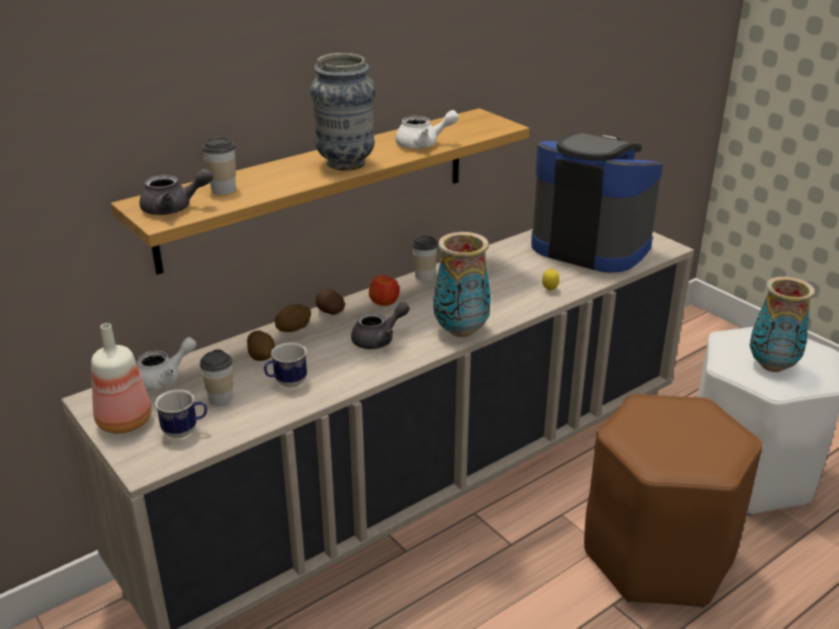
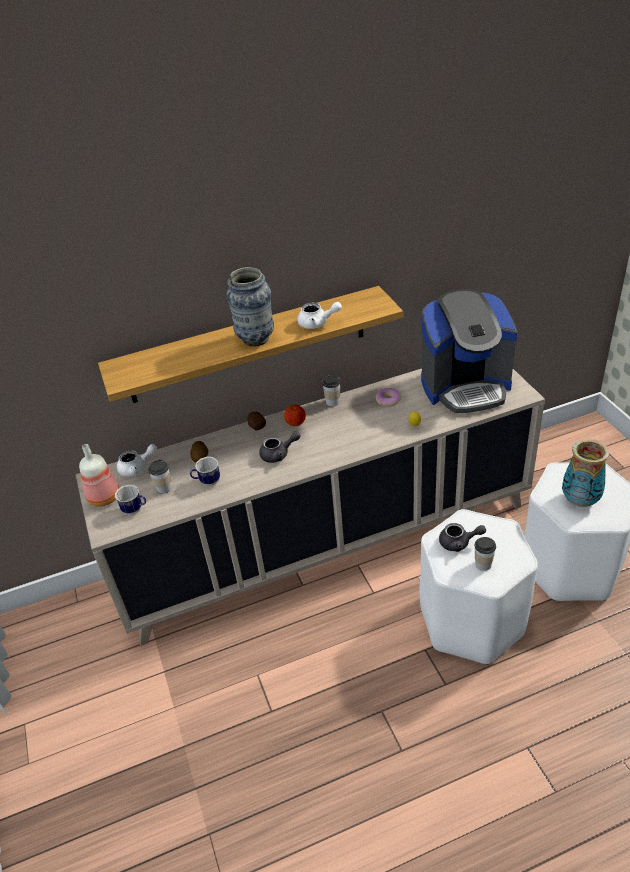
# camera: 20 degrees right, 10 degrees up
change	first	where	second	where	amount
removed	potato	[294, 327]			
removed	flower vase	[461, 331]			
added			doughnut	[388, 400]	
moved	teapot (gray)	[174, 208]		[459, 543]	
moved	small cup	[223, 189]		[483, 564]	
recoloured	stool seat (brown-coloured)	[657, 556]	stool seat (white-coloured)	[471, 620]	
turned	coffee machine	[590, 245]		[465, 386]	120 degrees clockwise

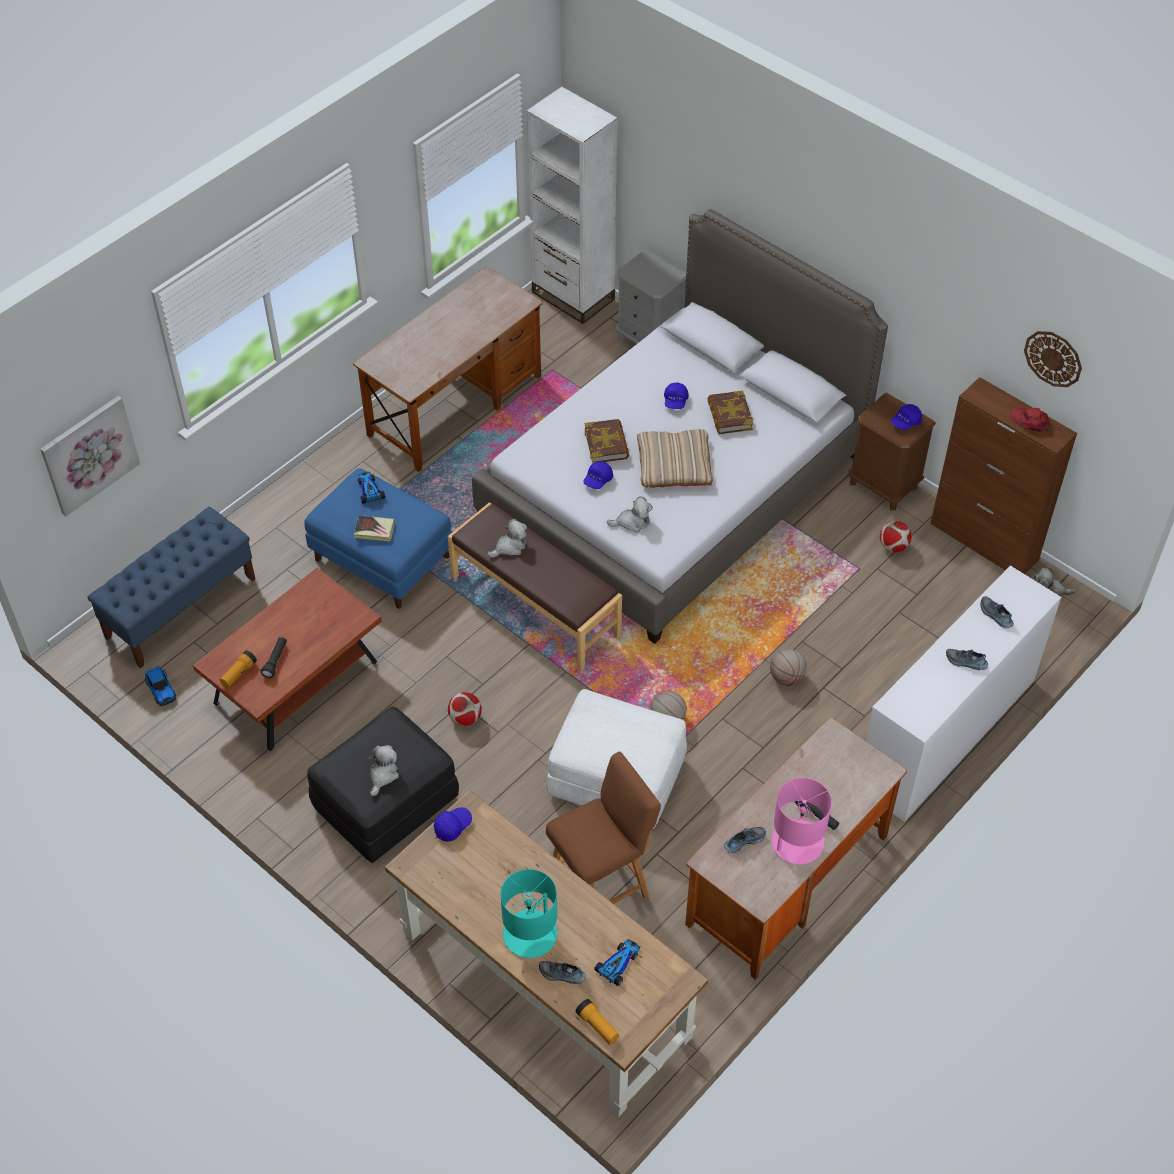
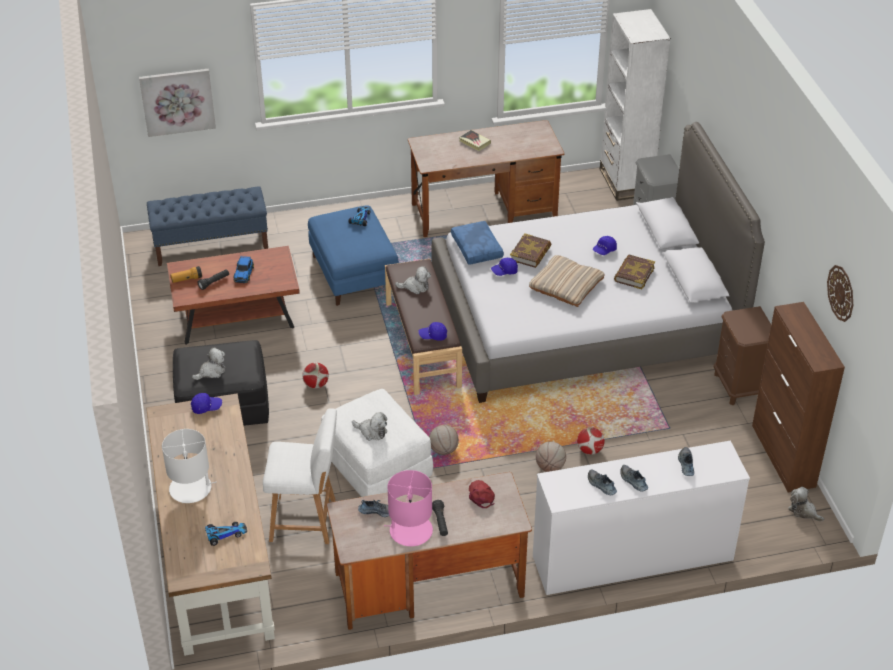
# camera: 35 degrees right, 10 degrees down
change	first	where	second	where	amount
removed	flashlight	[597, 1026]			
added			throw pillow (bluish)	[477, 248]	
moved	model car	[161, 689]		[244, 273]	
moved	bound book	[374, 530]		[474, 142]	
moved	low shoe	[561, 975]		[601, 485]	
moved	plush toy	[632, 522]		[371, 431]	
moved	football	[893, 546]		[589, 450]	
moved	peaked cap (bluish)	[905, 422]		[433, 336]	
moved	peaked cap (red)	[1030, 421]		[481, 495]	
recoloured	tabletop lamp (blue-green)	[530, 933]	tabletop lamp (white-coloured)	[191, 488]	
recoloured	stool seat (brown-coloured)	[602, 884]	stool seat (white-coloured)	[307, 520]	

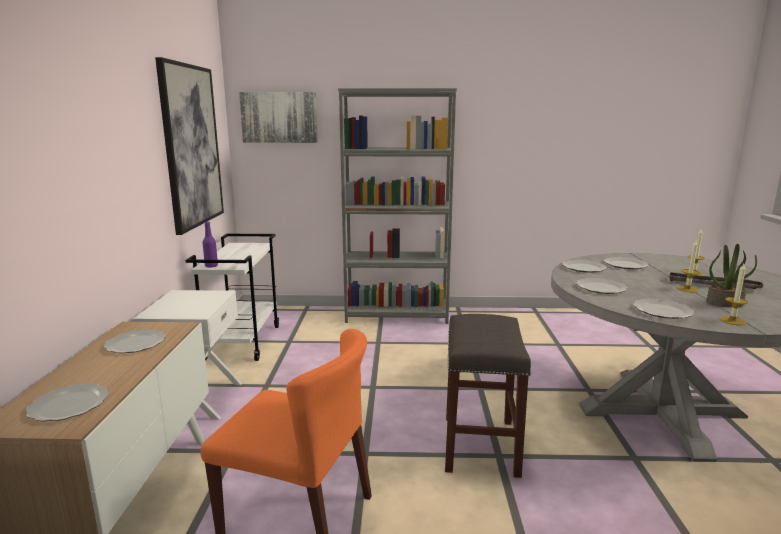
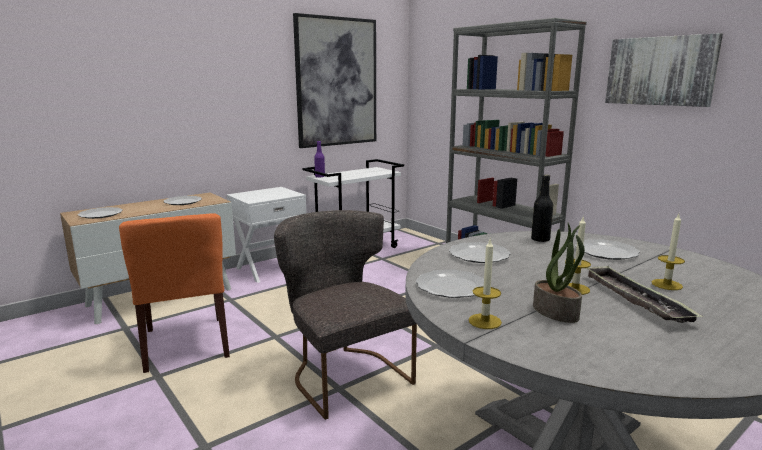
# camera: 50 degrees right, 0 degrees up
change	first	where	second	where	amount
moved	wall picture	[279, 117]		[660, 71]	
replaced	stool seat (gray)	[479, 444]	plain chair (gray)	[344, 374]	
replaced	dinner plate	[583, 268]	bottle (black-coloured)	[540, 239]	

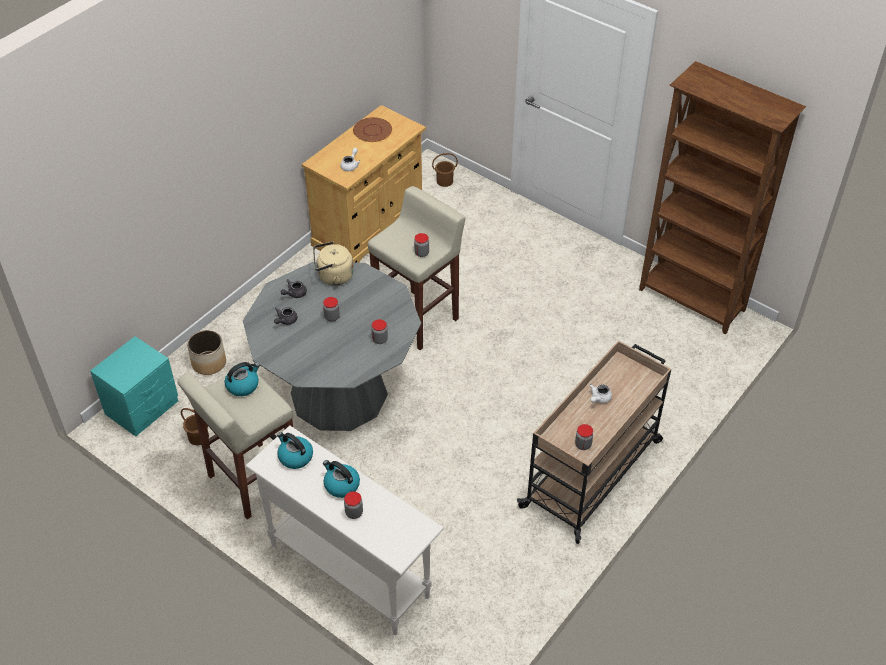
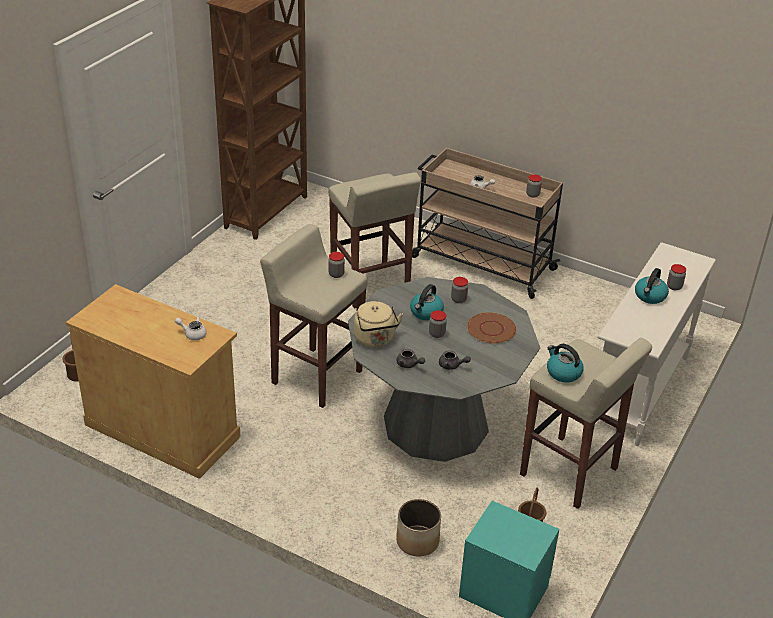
# camera: 100 degrees left, 10 degrees down
change	first	where	second	where	amount
added			stool seat (beige-coloured)	[370, 286]	
moved	water kettle	[295, 457]		[426, 313]	
moved	dinner plate (brown-coloured)	[372, 131]		[491, 329]	

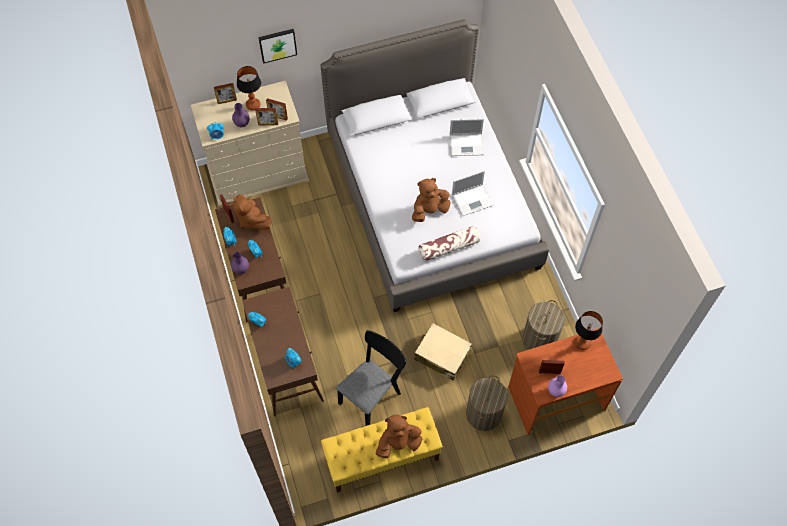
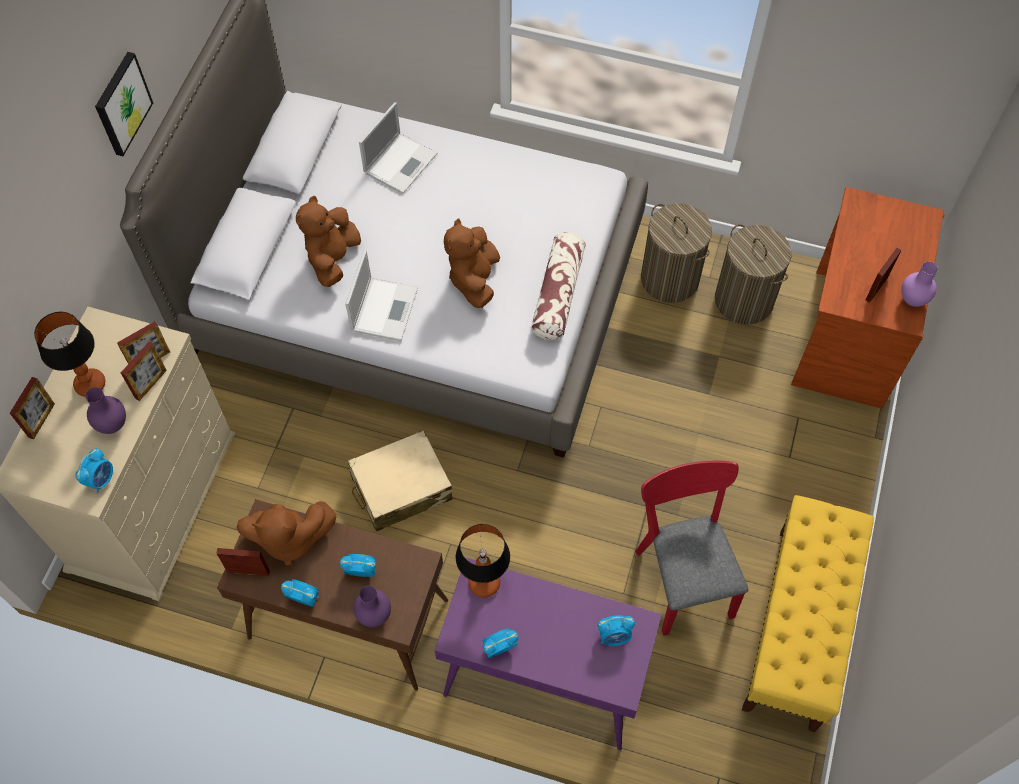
# camera: 55 degrees left, 0 degrees up
change	first	where	second	where	amount
moved	wall picture	[277, 44]		[121, 103]	
moved	plush toy (brown-coloured)	[398, 443]		[333, 258]	
moved	piece of luggage (beige-coloured)	[442, 355]		[401, 487]	
moved	portable computer	[473, 200]		[384, 308]	
moved	hamper	[484, 414]		[670, 278]	
moved	tabletop lamp	[582, 343]		[483, 583]	
recoloured	narrow table (brown-coloured)	[286, 366]	narrow table (purple)	[543, 676]	
recoloured	plain chair (black-coloured)	[372, 394]	plain chair (red)	[682, 575]	

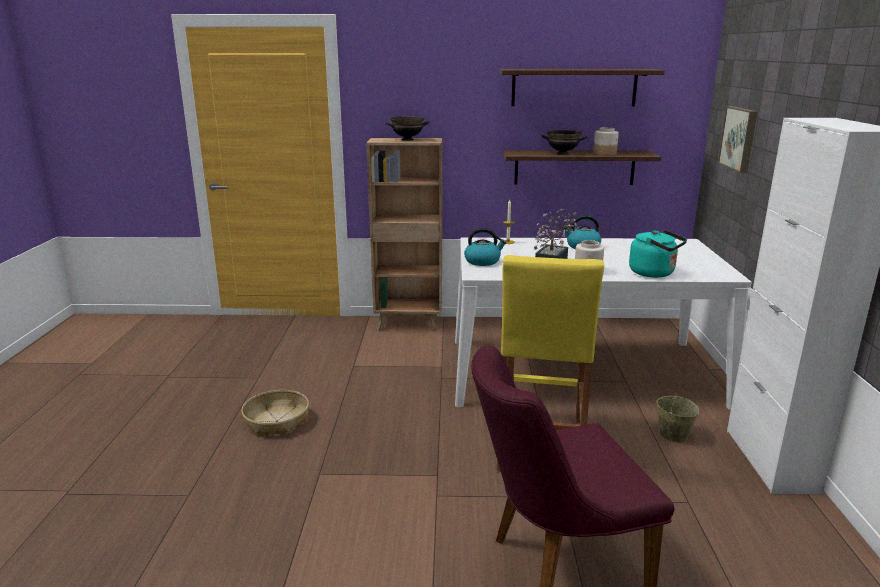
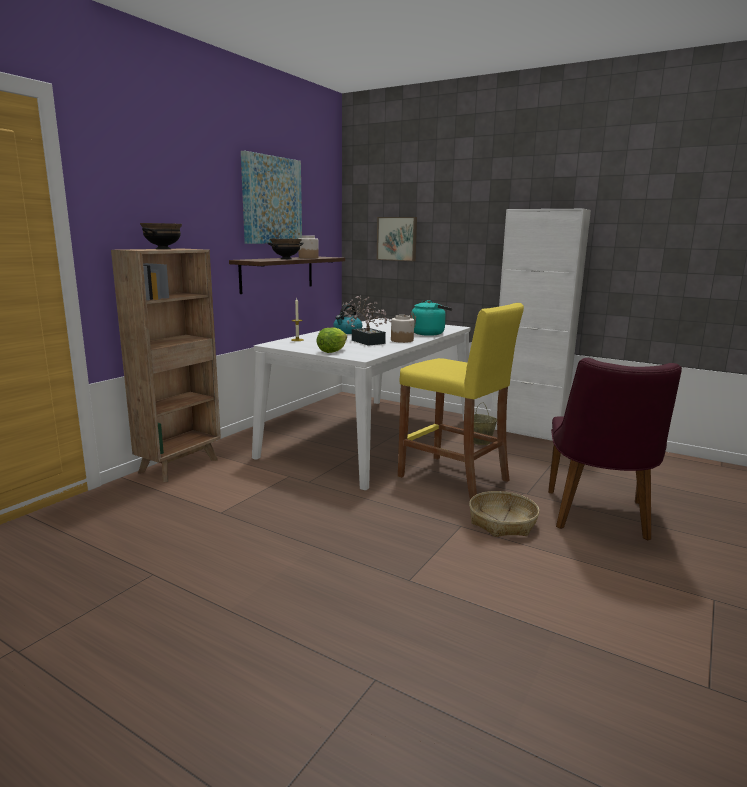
# camera: 60 degrees left, 5 degrees down
change	first	where	second	where	amount
moved	storage basket	[277, 421]		[502, 522]	
replaced	water kettle	[483, 261]	lettuce head	[332, 351]	
replaced	wall shelf	[574, 87]	wall picture	[271, 200]	

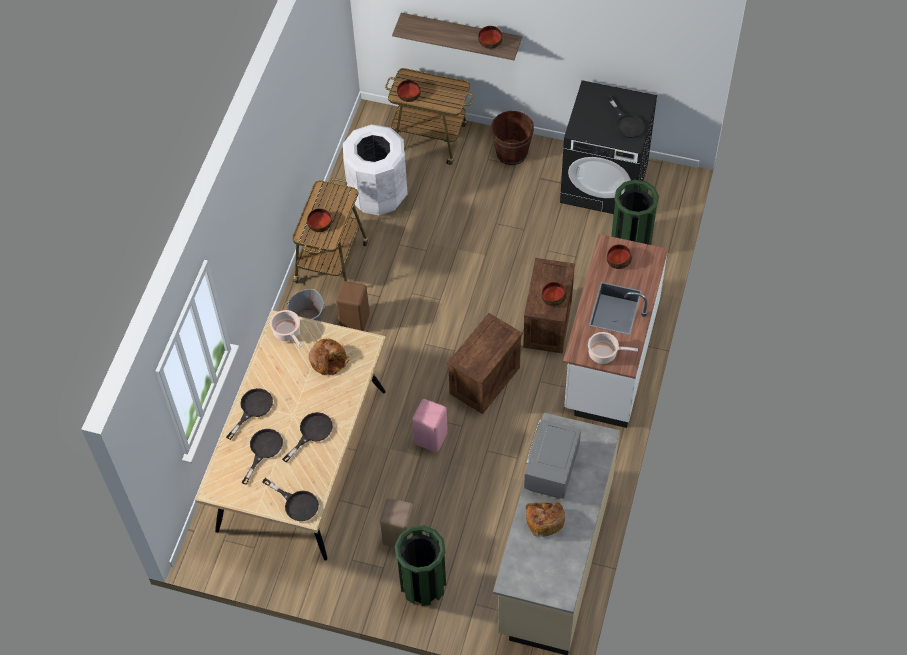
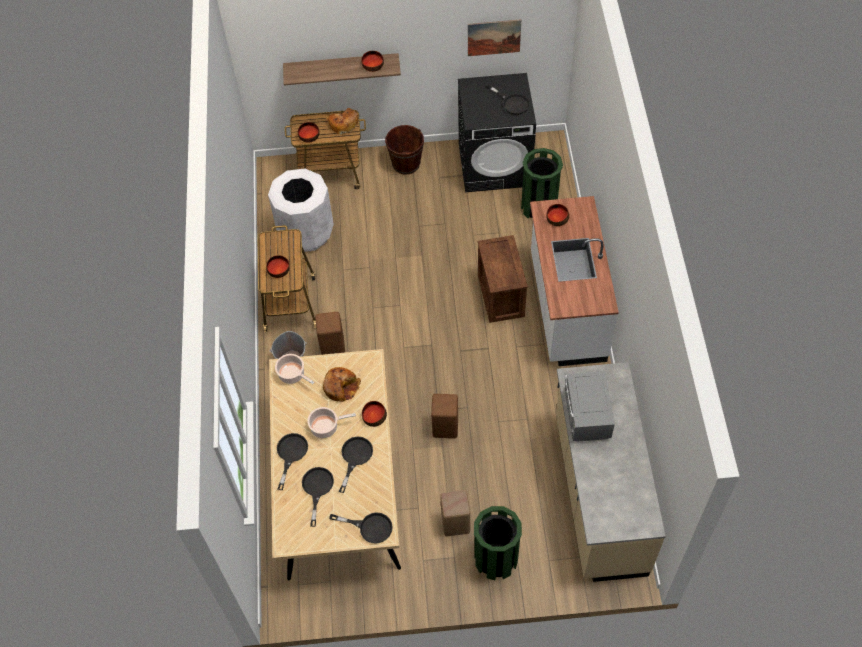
# camera: 20 degrees left, 0 degrees up
change	first	where	second	where	amount
removed	packing crate	[485, 381]			
added			wall picture	[494, 37]	
moved	bread	[544, 519]		[343, 123]	
moved	bowl	[553, 297]		[374, 416]	
moved	stockpot	[604, 354]		[326, 427]	
recoloured	stool seat (pinkish)	[431, 439]	stool seat (brown-coloured)	[446, 428]	

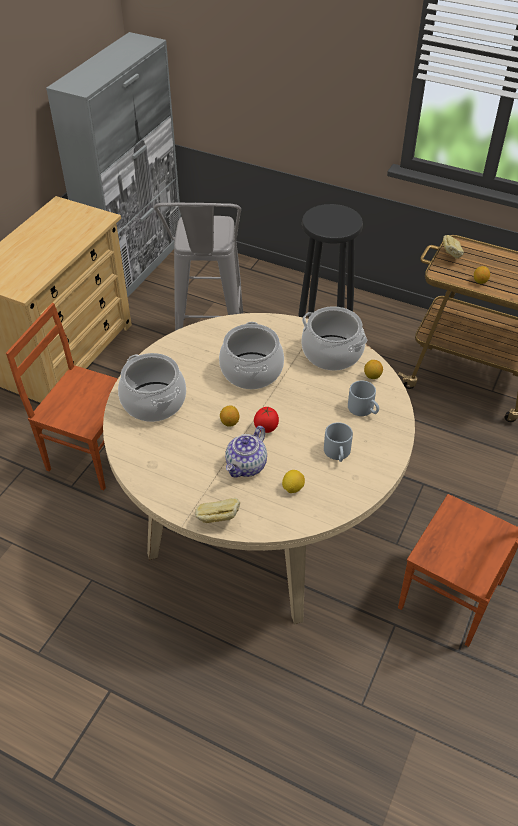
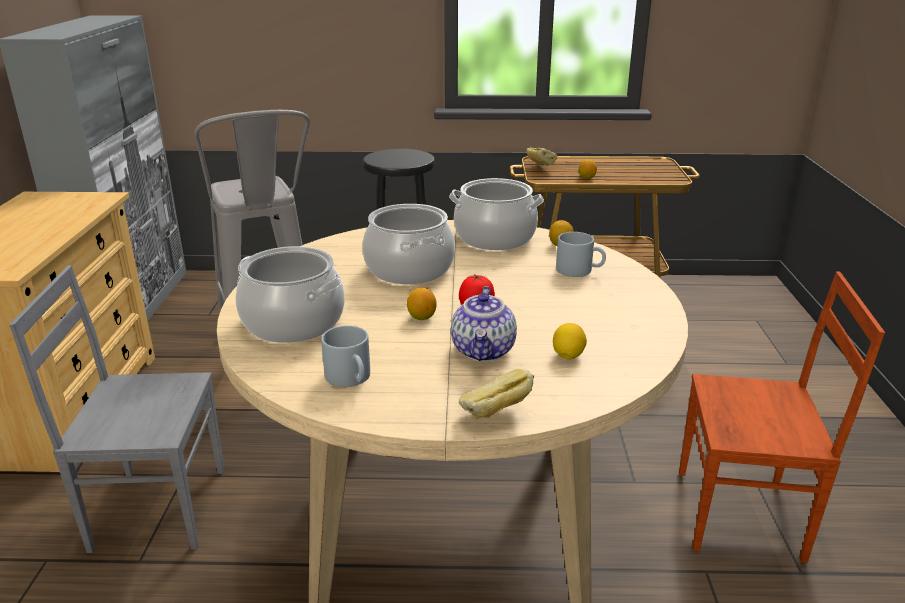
# camera: 25 degrees left, 20 degrees down
change	first	where	second	where	amount
moved	coffee mug (gray)	[338, 453]		[351, 378]	
recoloured	plain chair (brown-coloured)	[93, 452]	plain chair (gray)	[158, 507]	

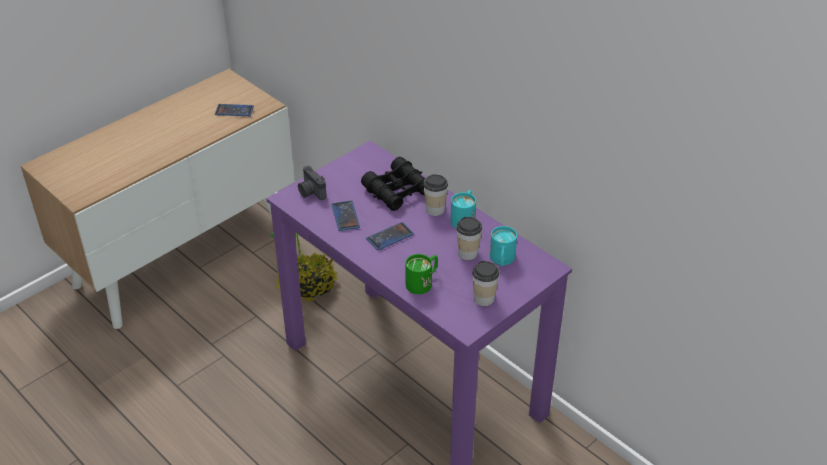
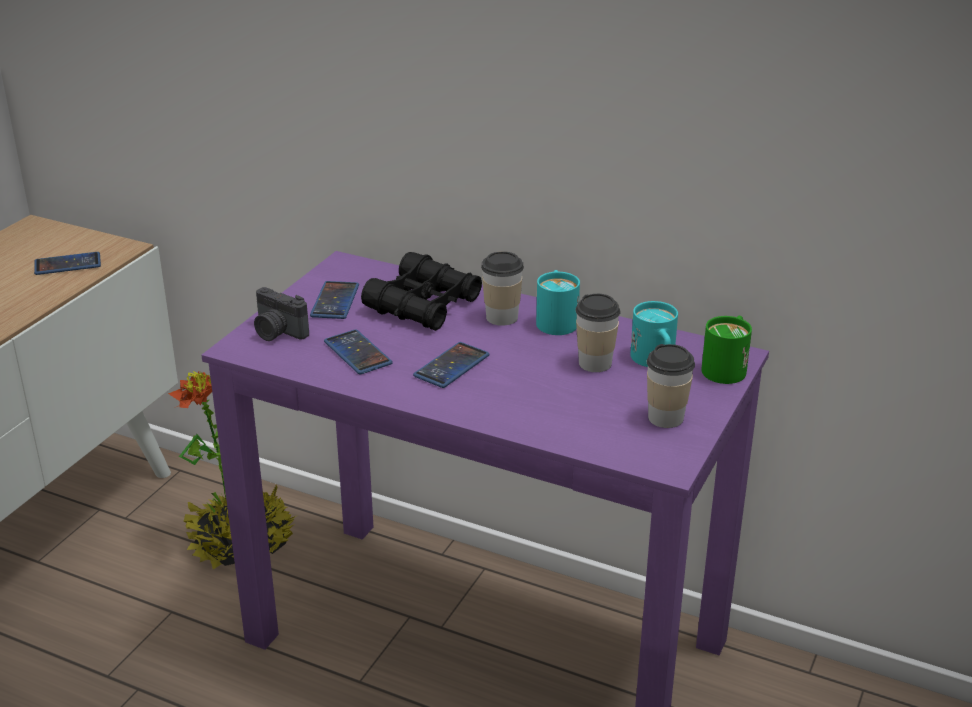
# camera: 20 degrees left, 10 degrees down
change	first	where	second	where	amount
added			telephone	[335, 301]	
moved	coffee mug (green)	[423, 282]		[727, 367]	

